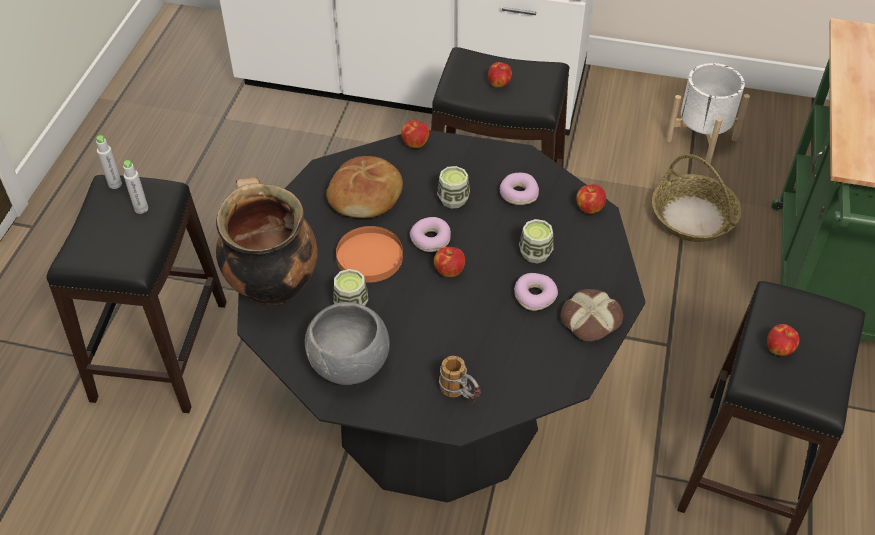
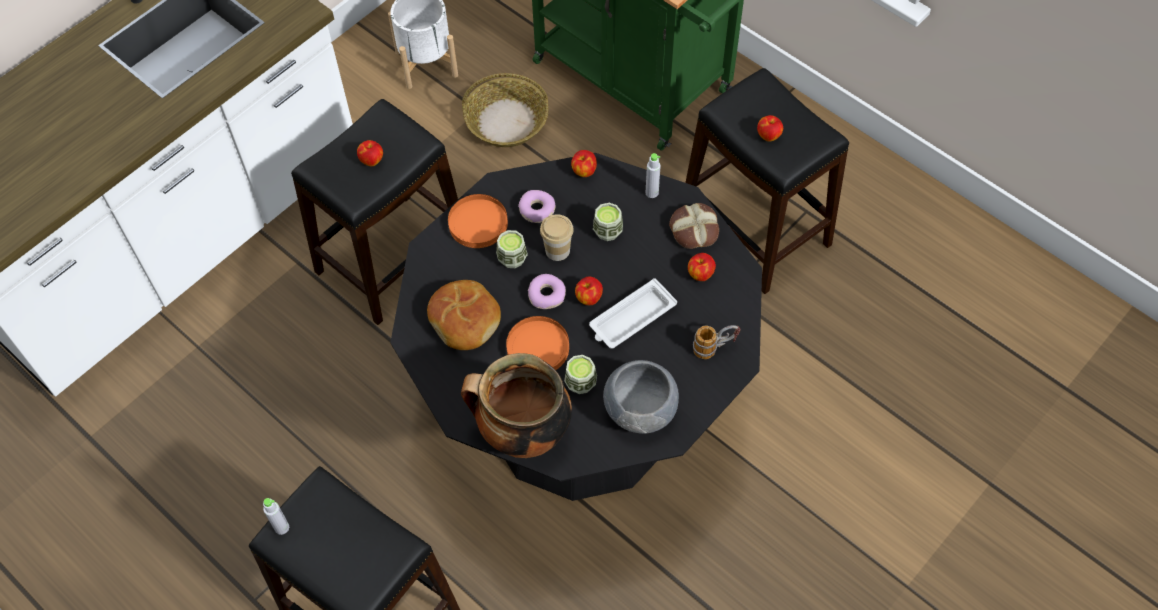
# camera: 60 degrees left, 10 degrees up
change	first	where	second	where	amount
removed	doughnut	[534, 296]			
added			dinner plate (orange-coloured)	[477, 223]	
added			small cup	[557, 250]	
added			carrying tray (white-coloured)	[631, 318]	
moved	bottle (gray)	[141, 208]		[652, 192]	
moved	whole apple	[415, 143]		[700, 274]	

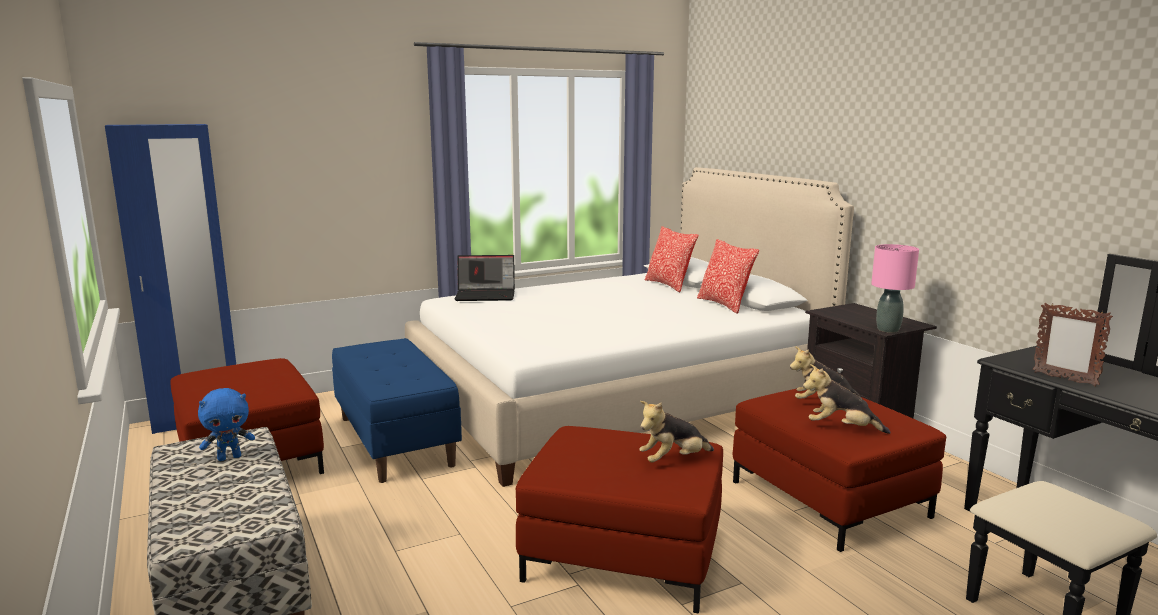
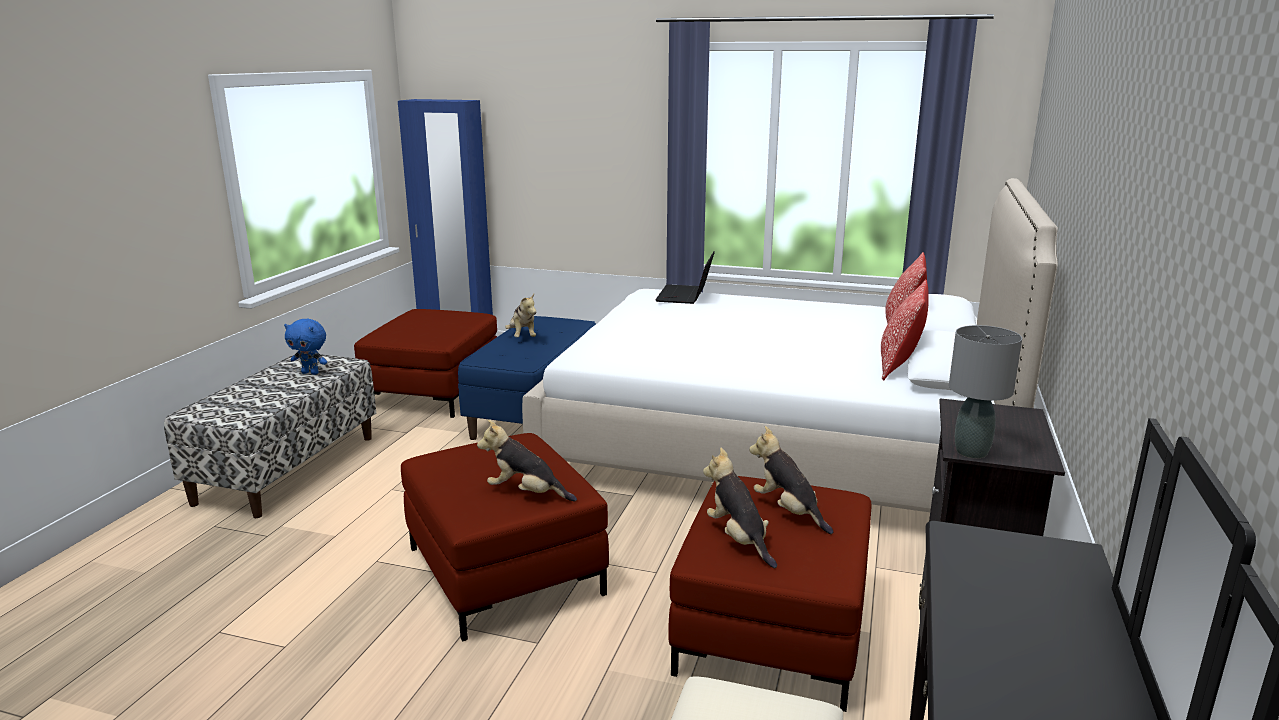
# camera: 45 degrees right, 5 degrees up
change	first	where	second	where	amount
removed	standing frame	[1064, 379]			
added			plush toy	[522, 337]	
recoloured	tabletop lamp (pinkish)	[887, 329]	tabletop lamp (gray)	[971, 452]	
turned	portable computer	[486, 295]		[685, 296]	60 degrees clockwise

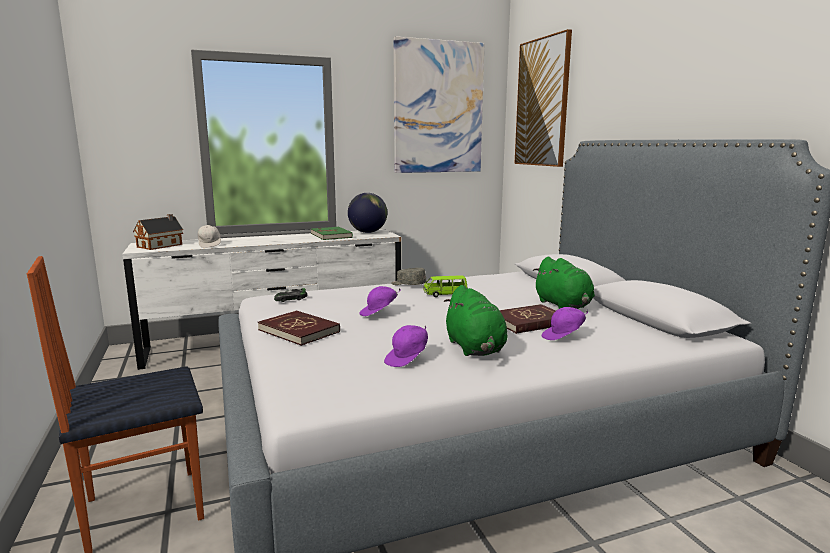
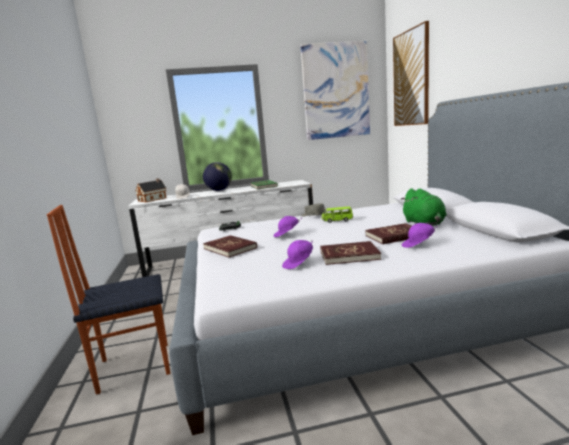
# camera: 10 degrees right, 0 degrees up
change	first	where	second	where	amount
moved	world globe	[367, 232]		[219, 190]	
replaced	plush toy (green)	[475, 349]	bound book (red)	[349, 255]	

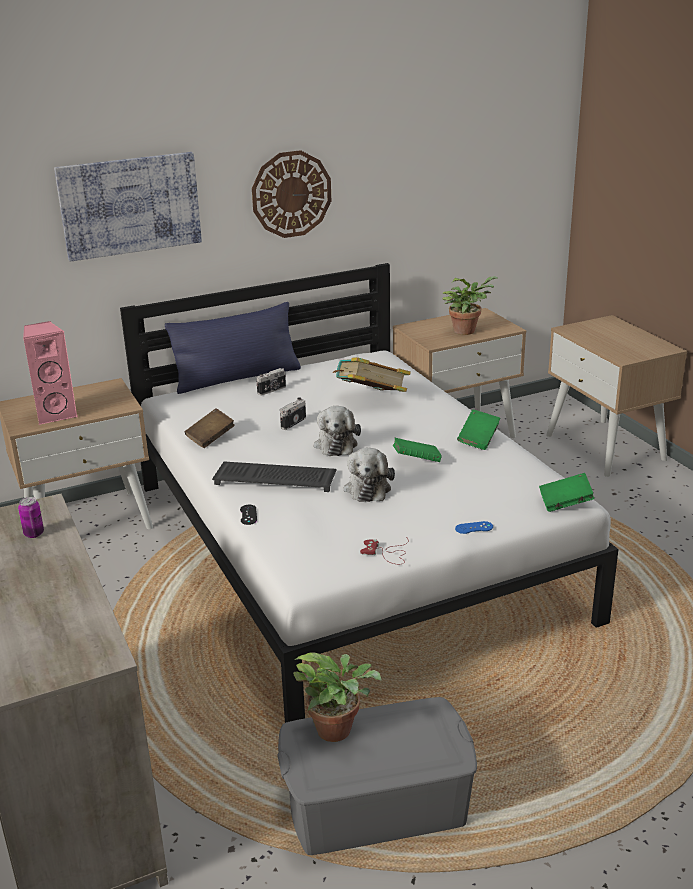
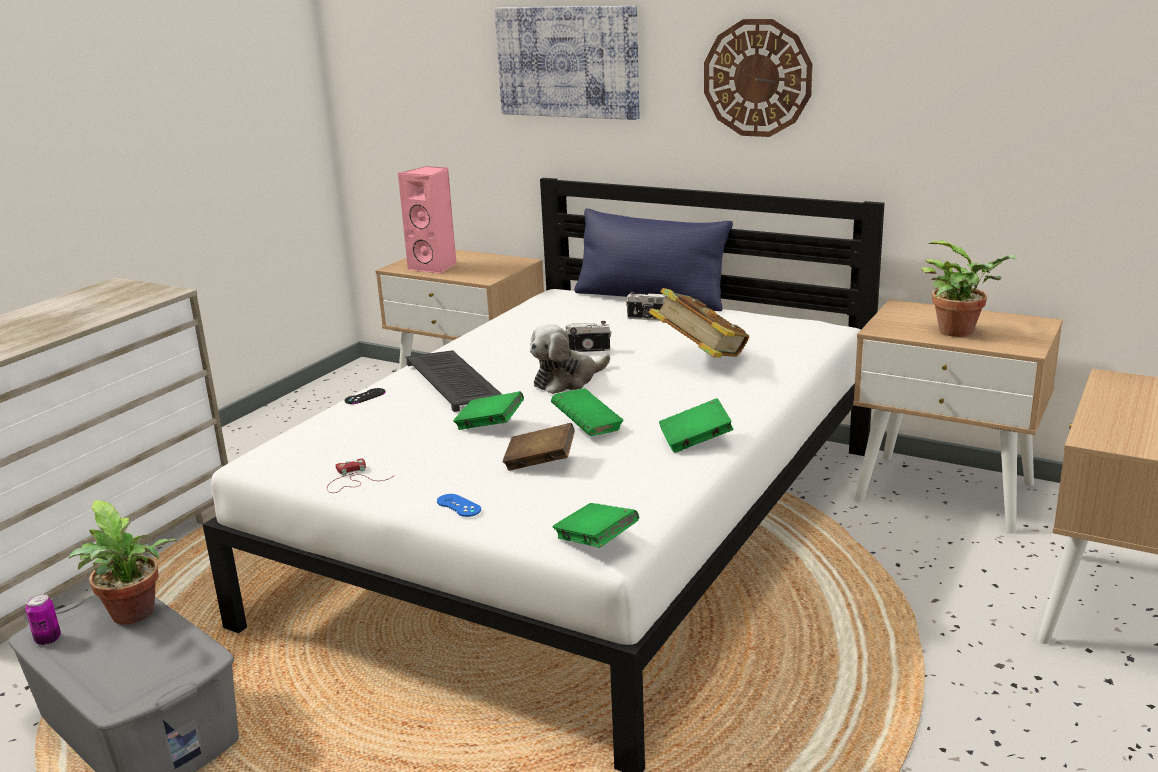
# camera: 55 degrees right, 5 degrees down
change	first	where	second	where	amount
moved	sealed can	[34, 534]		[48, 639]	
moved	bound book (brown-coloured)	[210, 438]		[540, 463]	
replaced	plush toy	[368, 488]	bound book (green)	[490, 426]	

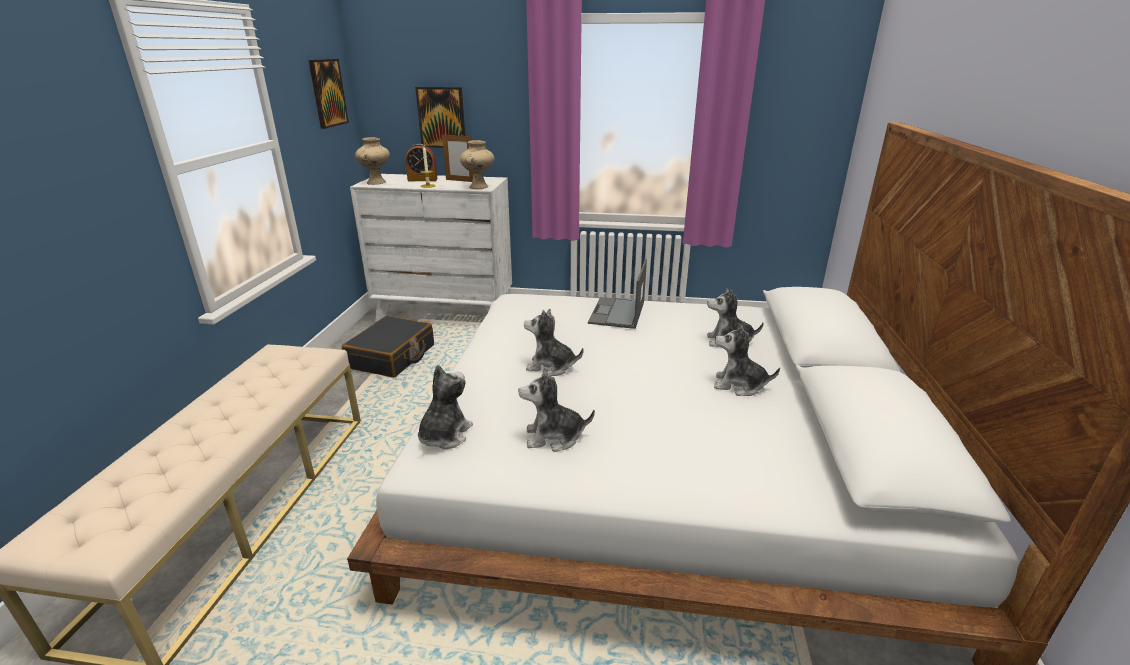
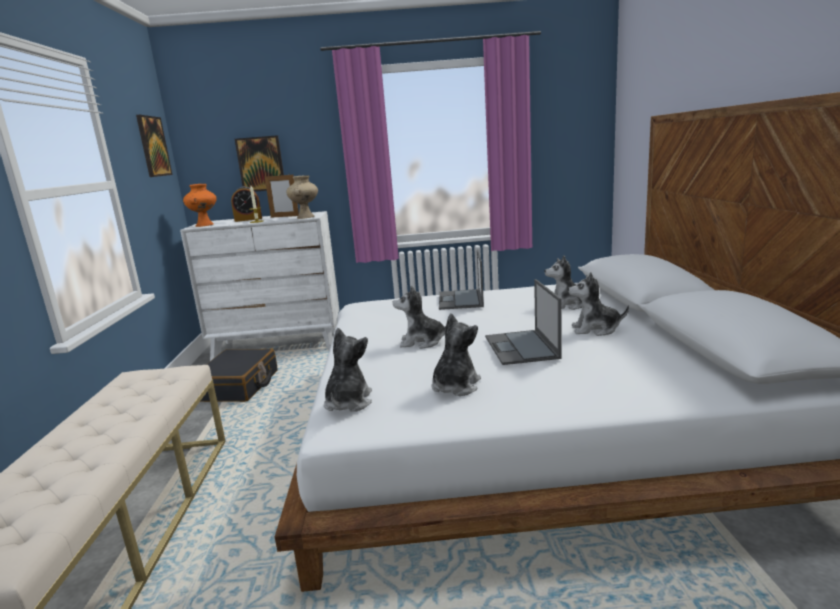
# camera: 10 degrees left, 10 degrees down
change	first	where	second	where	amount
added			portable computer	[521, 348]	
recoloured	flower vase (beige-coloured)	[376, 182]	flower vase (orange-coloured)	[205, 225]	
turned	plush toy	[554, 437]		[455, 386]	135 degrees clockwise

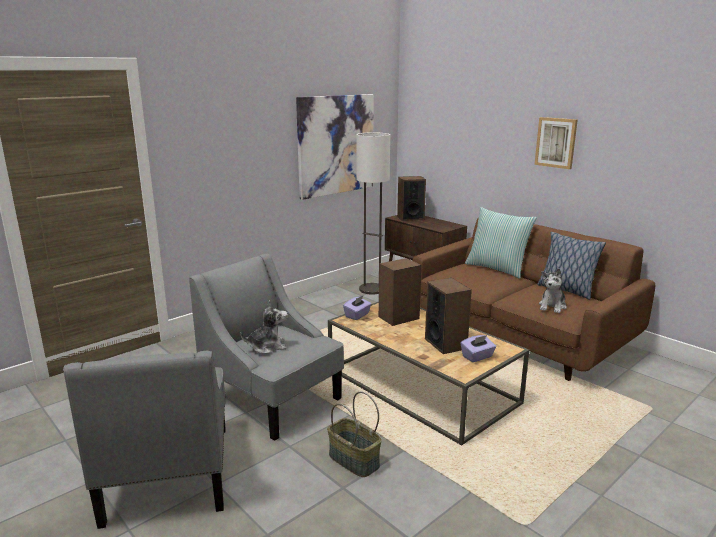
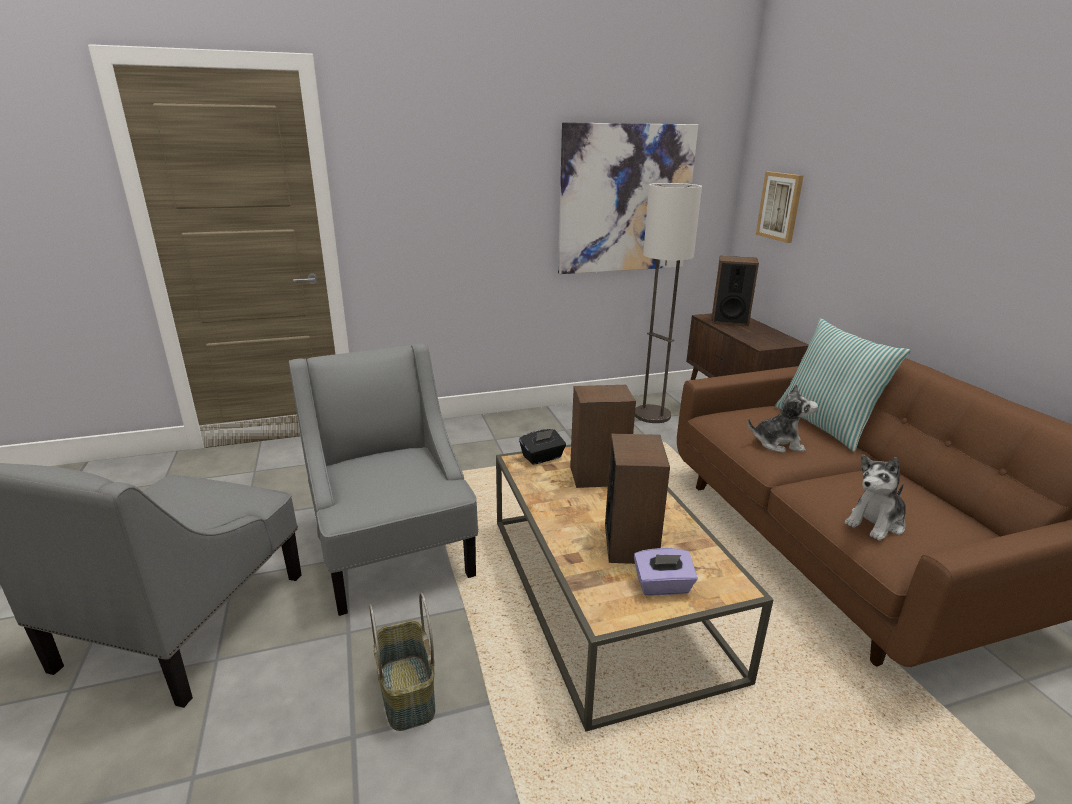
# camera: 25 degrees right, 5 degrees up
change	first	where	second	where	amount
removed	throw pillow	[566, 290]			
moved	plush toy	[267, 346]		[778, 443]	
moved	wall picture	[556, 142]		[780, 206]	
recoloured	tissue box (purple)	[357, 315]	tissue box (black-coloured)	[542, 457]	

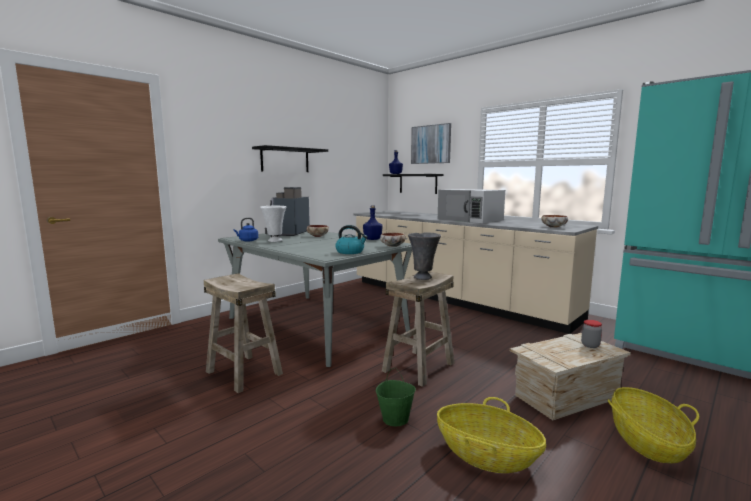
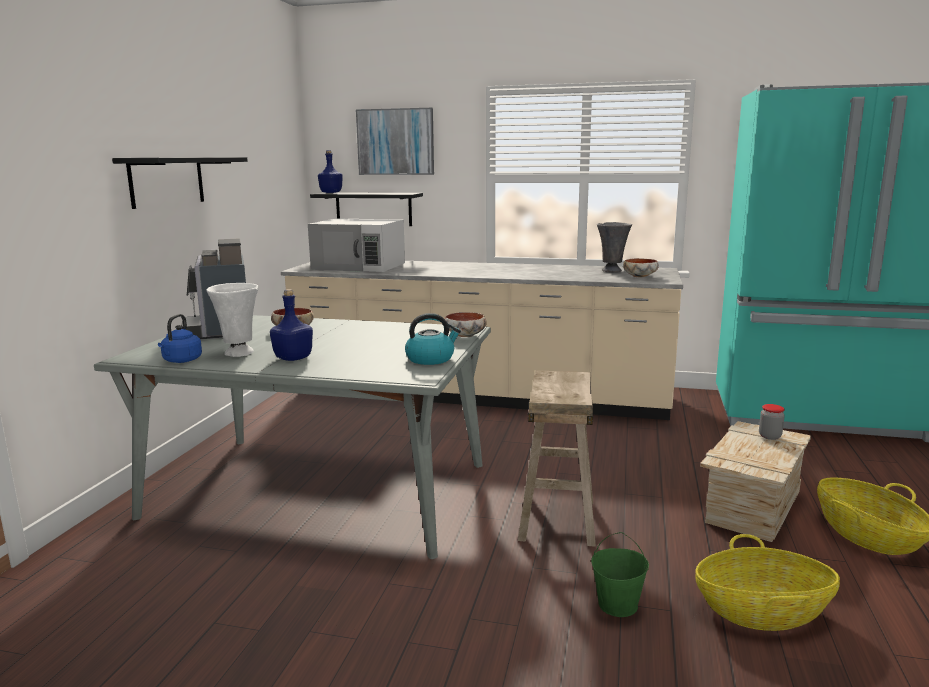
# camera: 30 degrees left, 5 degrees up
change	first	where	second	where	amount
removed	stool seat (beige-coloured)	[243, 373]			
moved	bottle (bluish)	[372, 239]		[292, 358]	
moved	flower vase (gray)	[423, 278]		[612, 271]	
moved	microwave oven (white-coloured)	[470, 219]		[359, 266]	

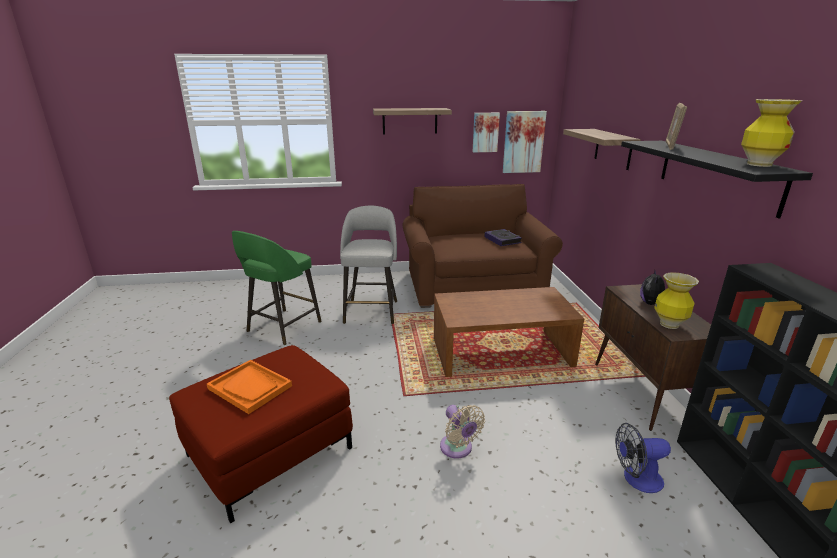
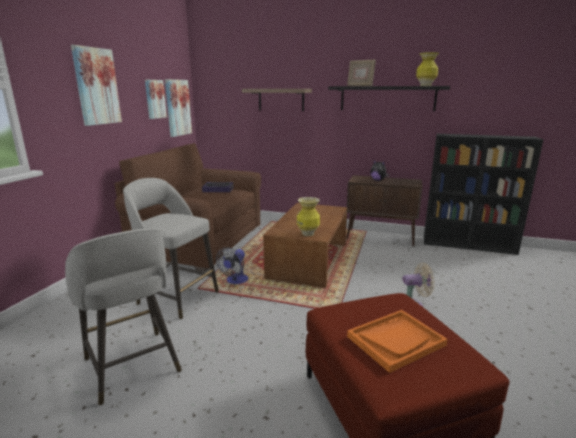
# camera: 65 degrees left, 5 degrees down
change	first	where	second	where	amount
moved	electric fan	[636, 479]		[235, 281]	
moved	flower vase	[669, 324]		[308, 234]	
replaced	wall shelf	[410, 121]	wall picture	[96, 86]	
recoloured	stool seat (green)	[282, 327]	stool seat (gray)	[133, 367]	

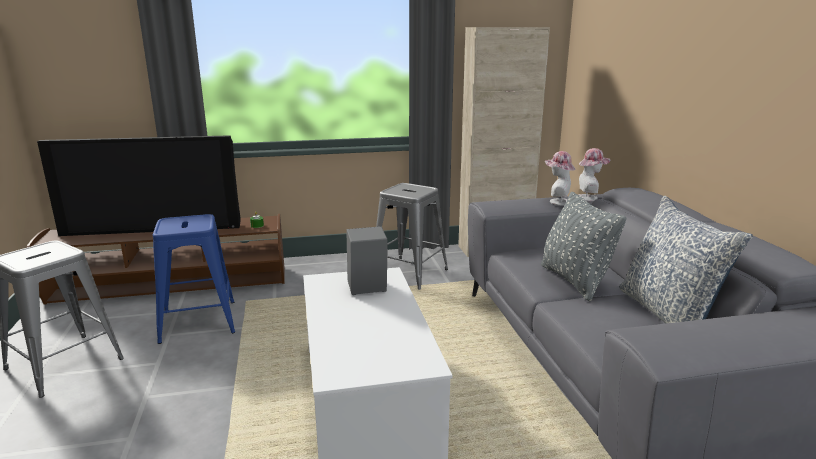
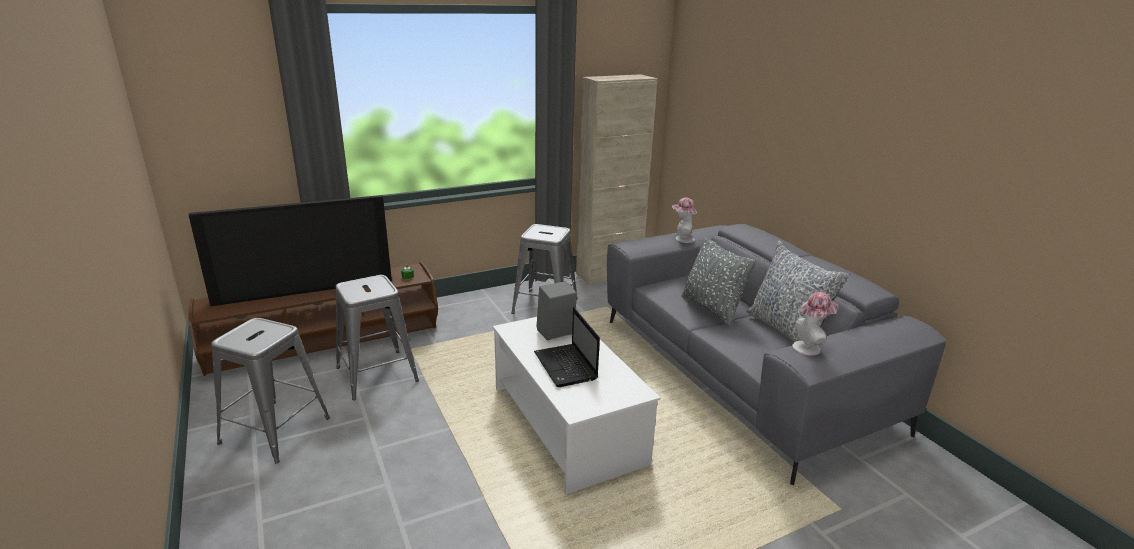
# camera: 15 degrees left, 5 degrees up
change	first	where	second	where	amount
added			portable computer	[566, 367]	
moved	clothing hat	[589, 197]		[809, 347]	
recoloured	stool seat (bluish)	[199, 321]	stool seat (gray)	[377, 374]	

